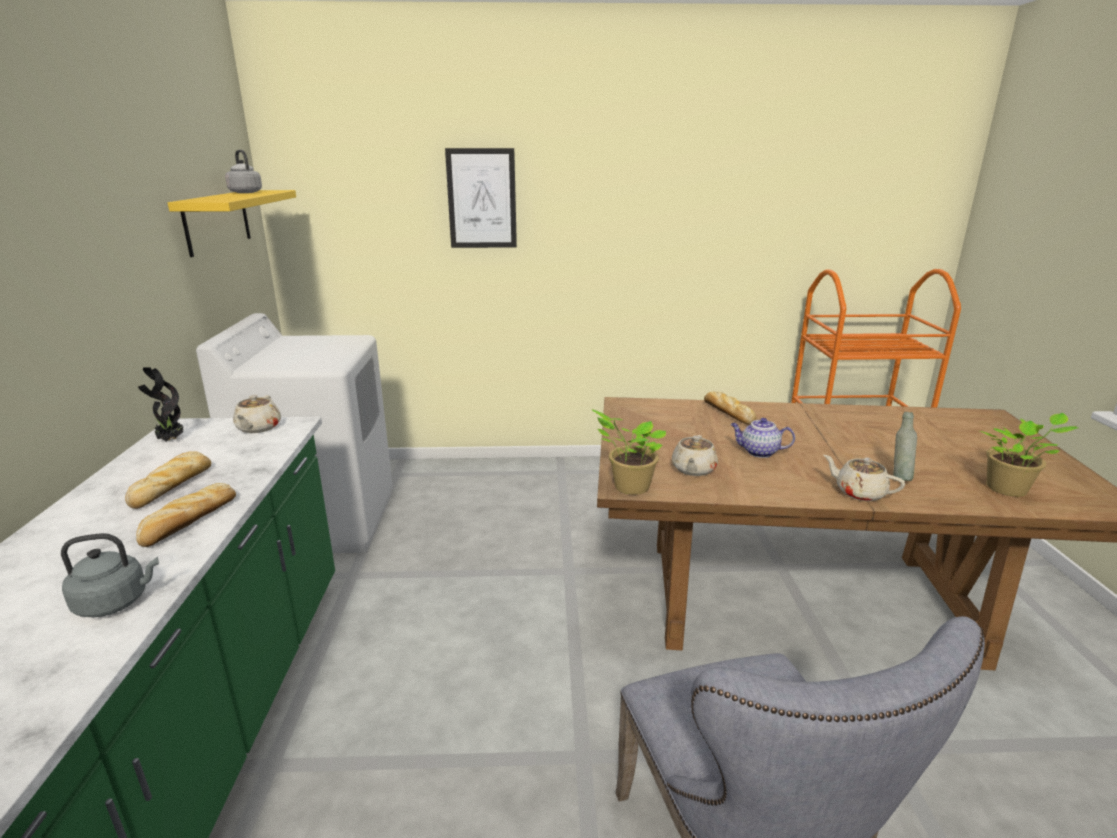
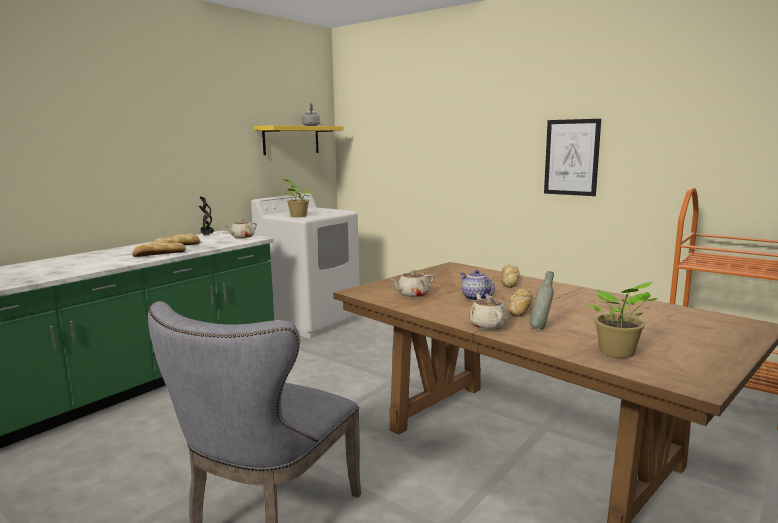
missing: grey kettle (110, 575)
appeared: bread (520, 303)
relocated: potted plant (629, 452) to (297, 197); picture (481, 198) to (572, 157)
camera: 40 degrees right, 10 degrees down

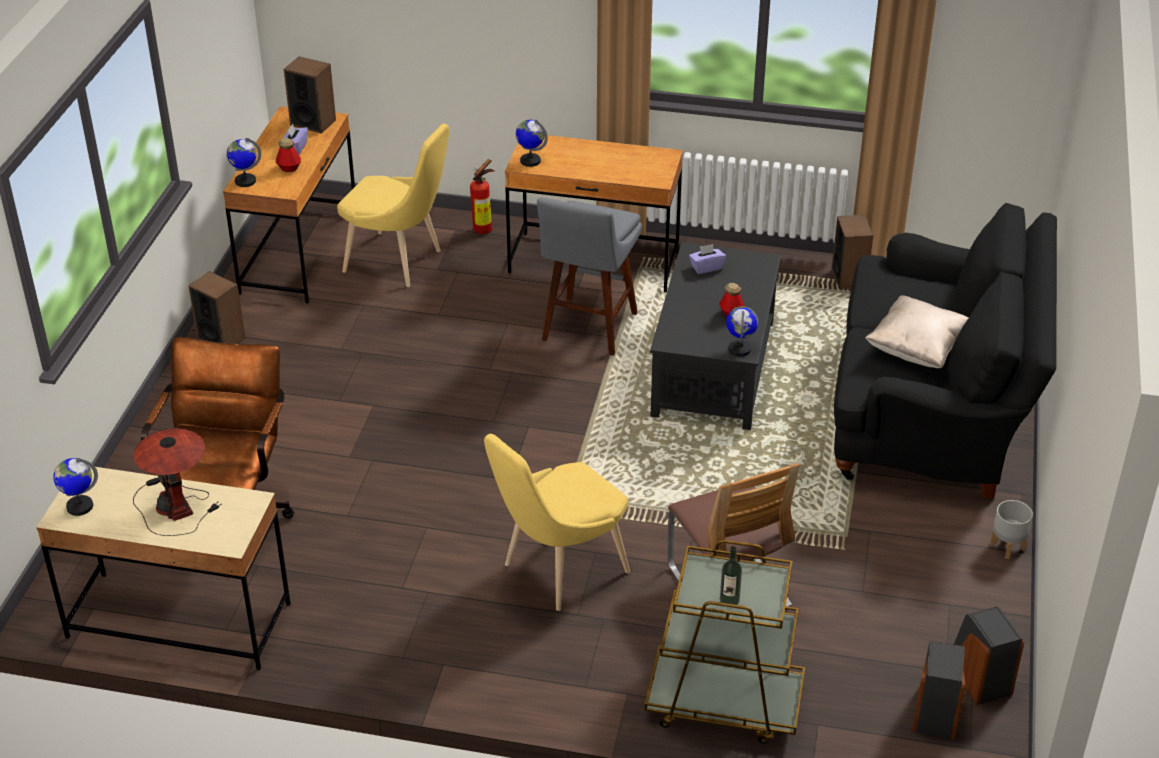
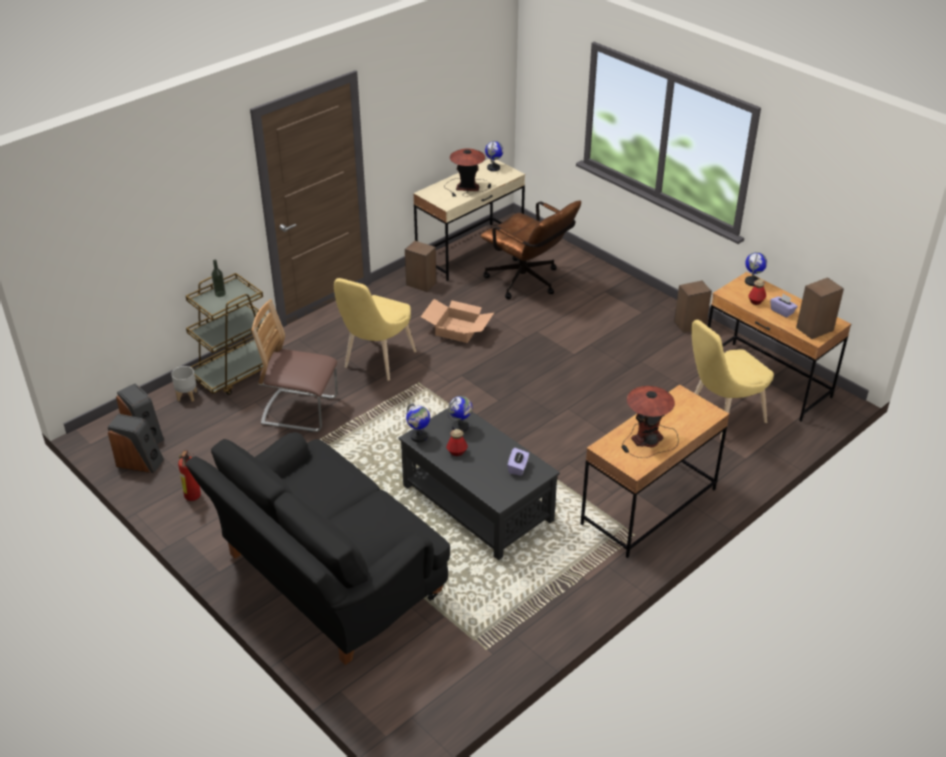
missing: grey stool (589, 276); beige pillow (917, 331)
appeared: cardboard box (457, 321); table lamp (650, 422)
relocated: grey planter (1011, 529) to (184, 384); fire extinguisher (482, 196) to (189, 475); speaker (852, 252) to (421, 266); globe (532, 143) to (459, 414)
spun: yellow chair (557, 522) = (375, 329) 150 degrees counterclockwise
camera: 125 degrees right, 0 degrees up

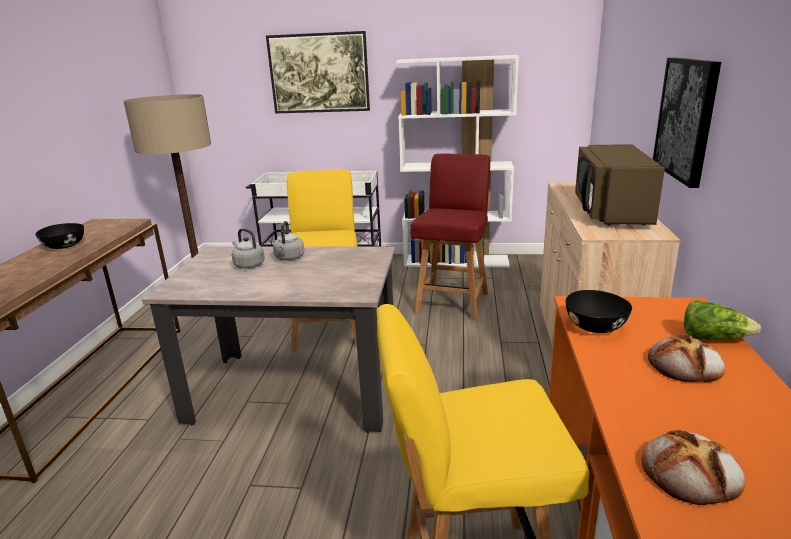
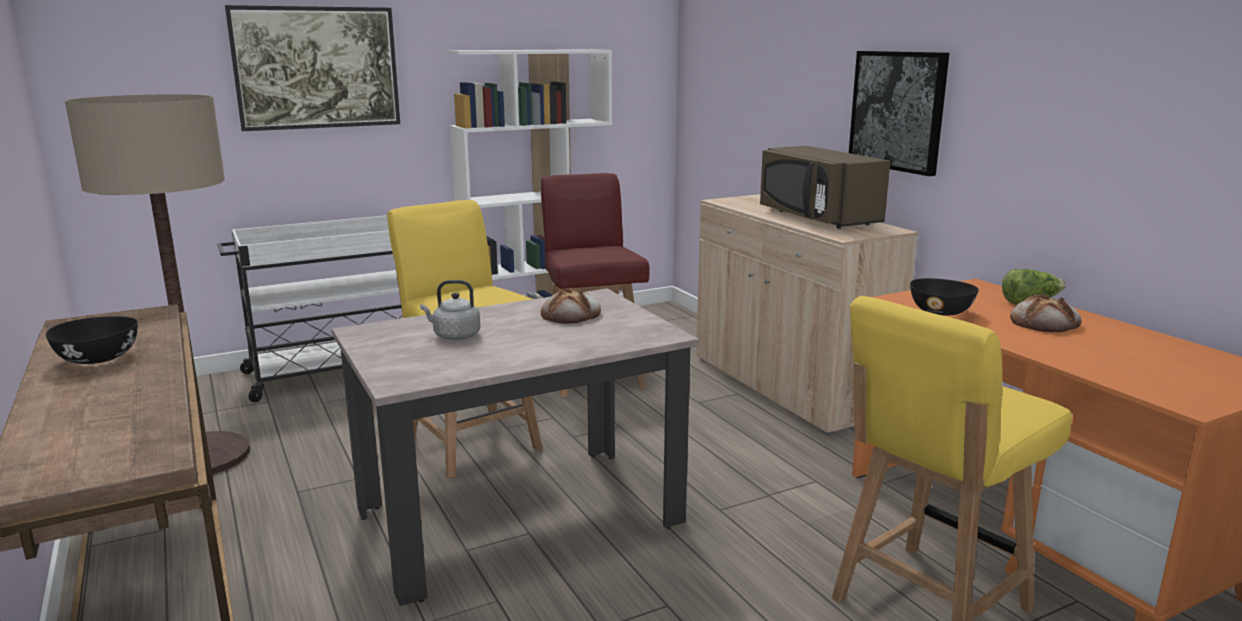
missing: grey kettle (288, 241)
relocated: bread (693, 467) to (571, 306)
camera: 35 degrees left, 5 degrees down

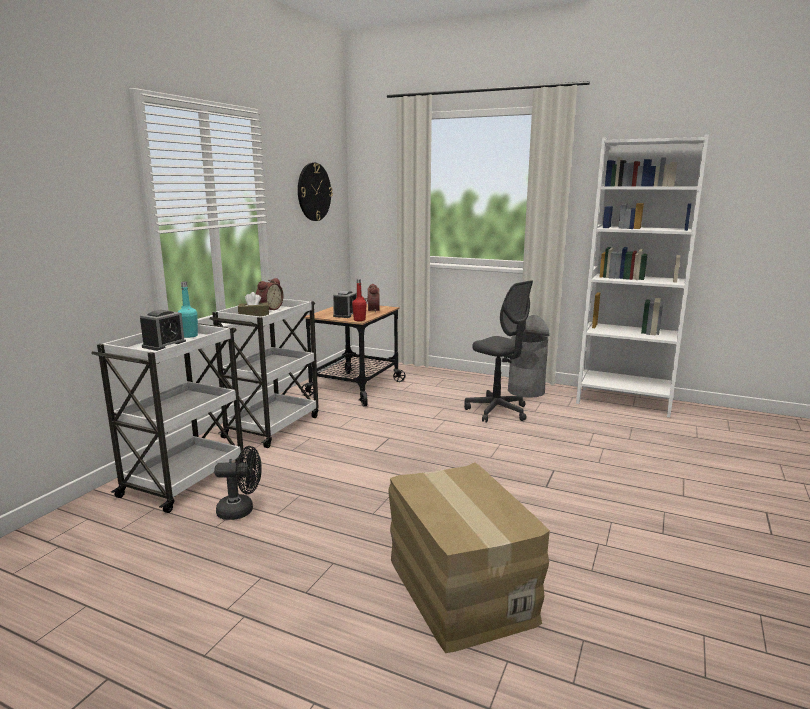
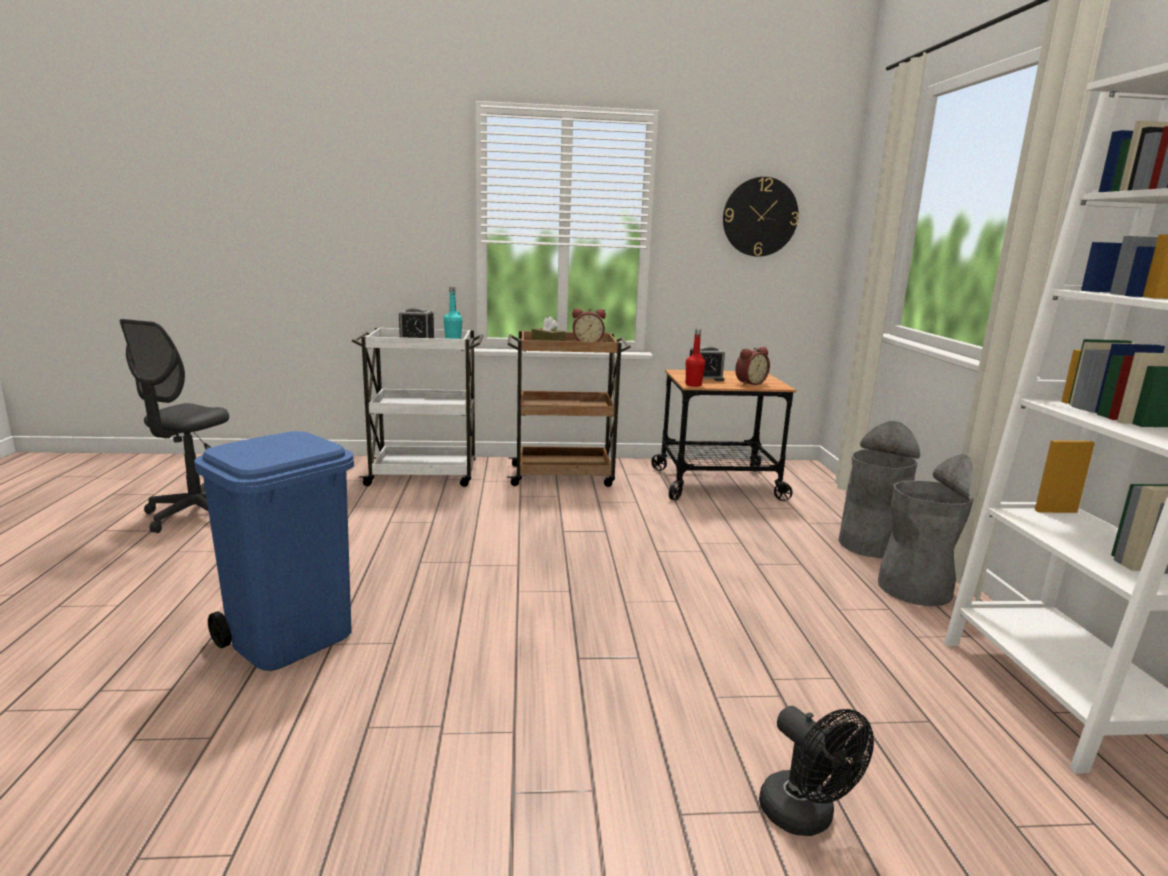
appeared: grey trash can (879, 489)
relocated: grey office chair (498, 351) to (174, 426); black fan (238, 483) to (816, 771)
exchanged: cardboard box (469, 558) to blue trash can (274, 551)
colour: white cart (264, 373) to brown cart (569, 409)
camera: 60 degrees right, 0 degrees up

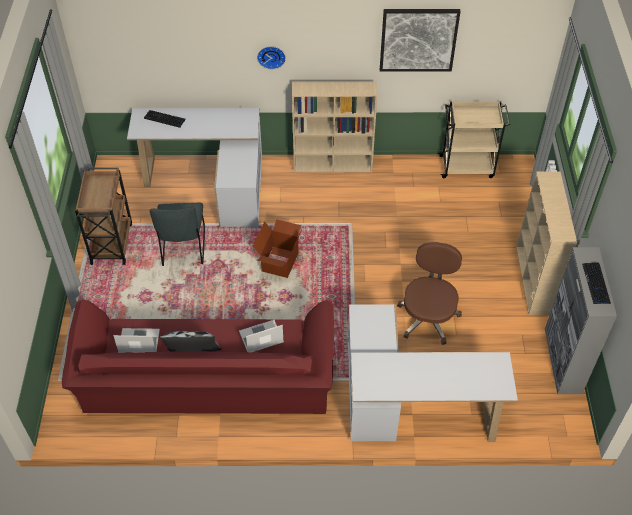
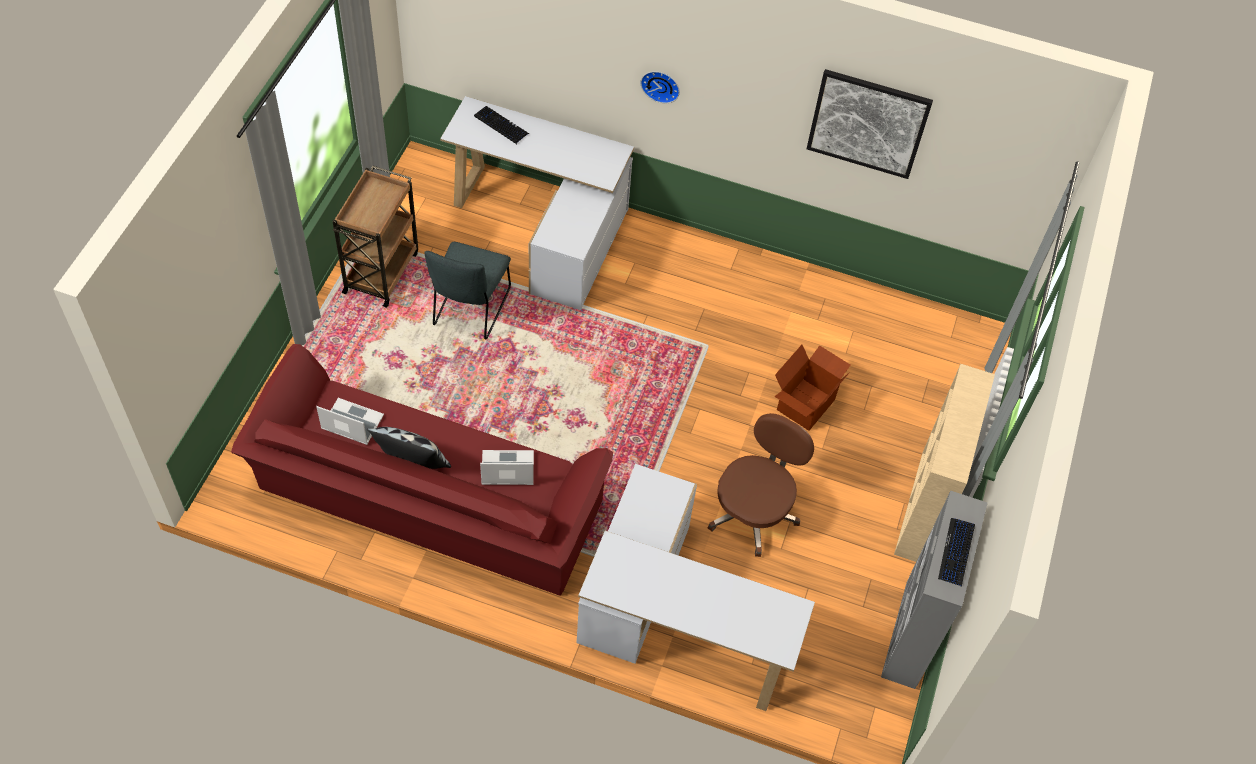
missing: beige bookcase (334, 126); beige cart (474, 139)
relocated: cardboard box (277, 248) to (812, 387)
camera: 15 degrees right, 5 degrees up

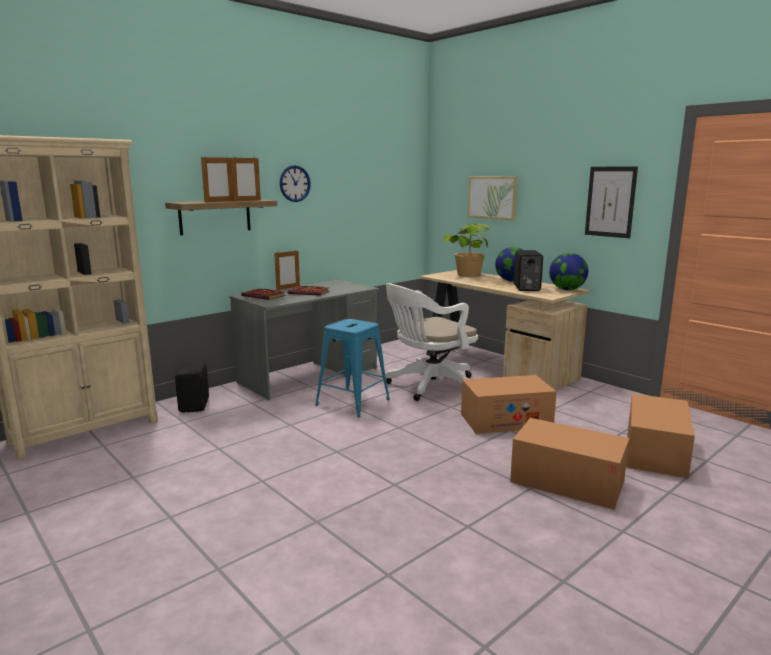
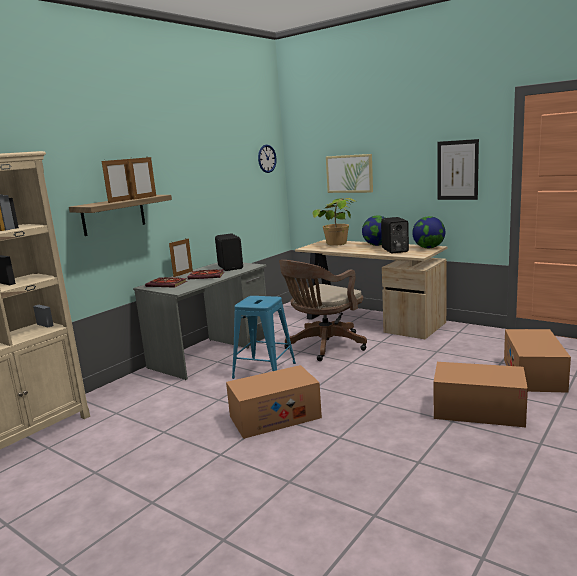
relocated: black speaker (192, 387) to (229, 252); cardboard box (509, 404) to (274, 402); wall clock (295, 183) to (267, 158)
colour: white office chair (432, 342) to brown office chair (323, 310)
camera: 10 degrees left, 0 degrees up

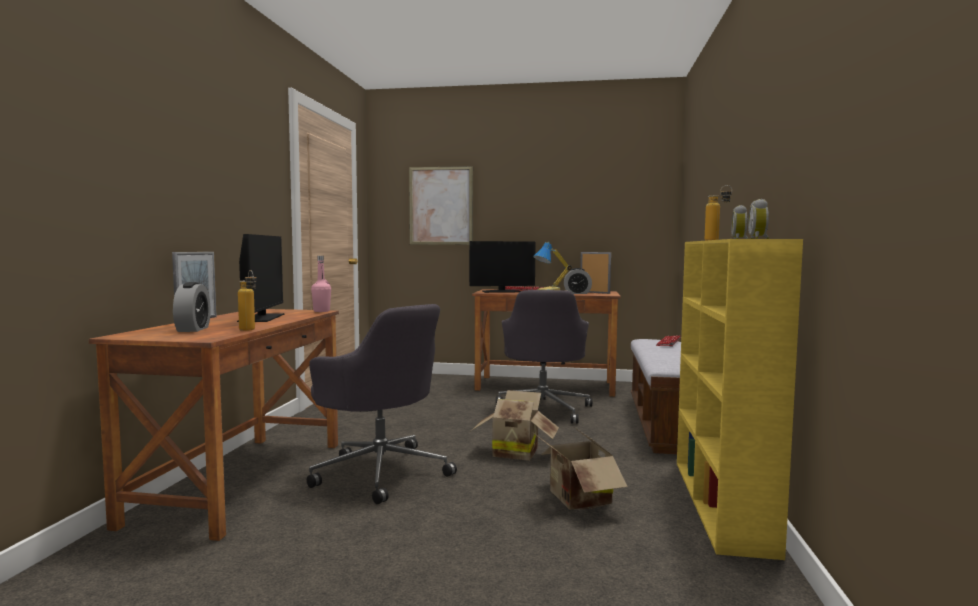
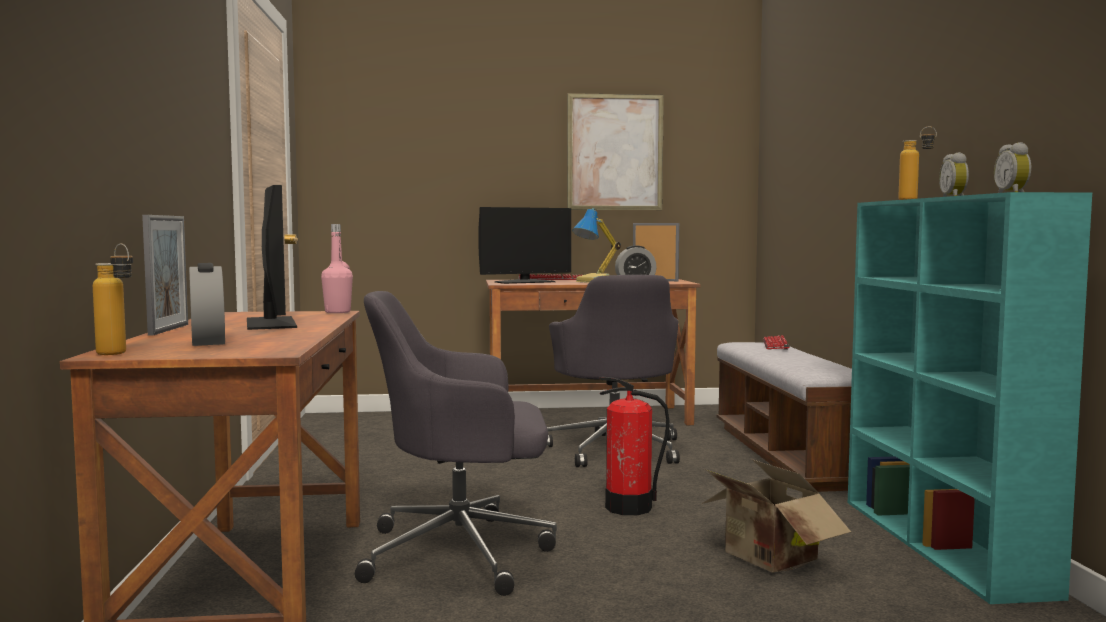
relocated: bottle (247, 300) to (113, 299); picture (441, 205) to (615, 151)
exchanged: cardboard box (515, 425) to fire extinguisher (634, 446)
colour: yellow bookcase (740, 399) to turquoise bookcase (970, 398)
spun: grey office chair (382, 404) = (456, 443) 150 degrees clockwise
camera: 15 degrees left, 0 degrees up

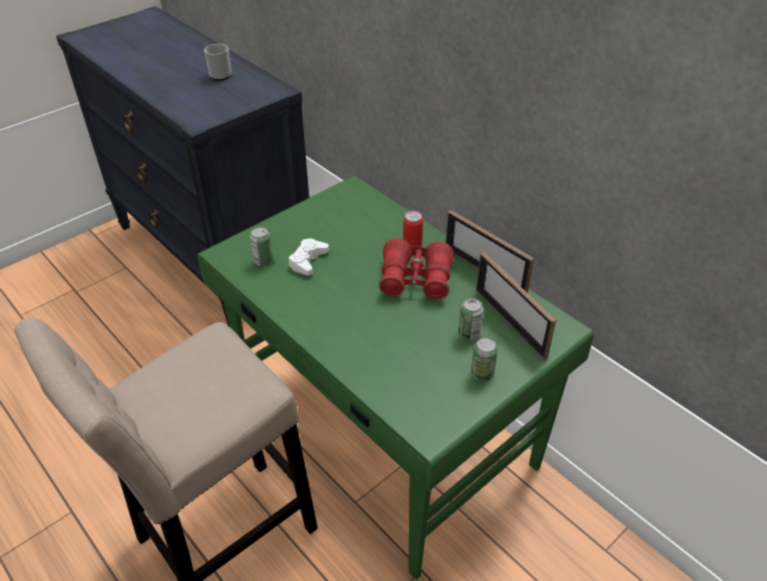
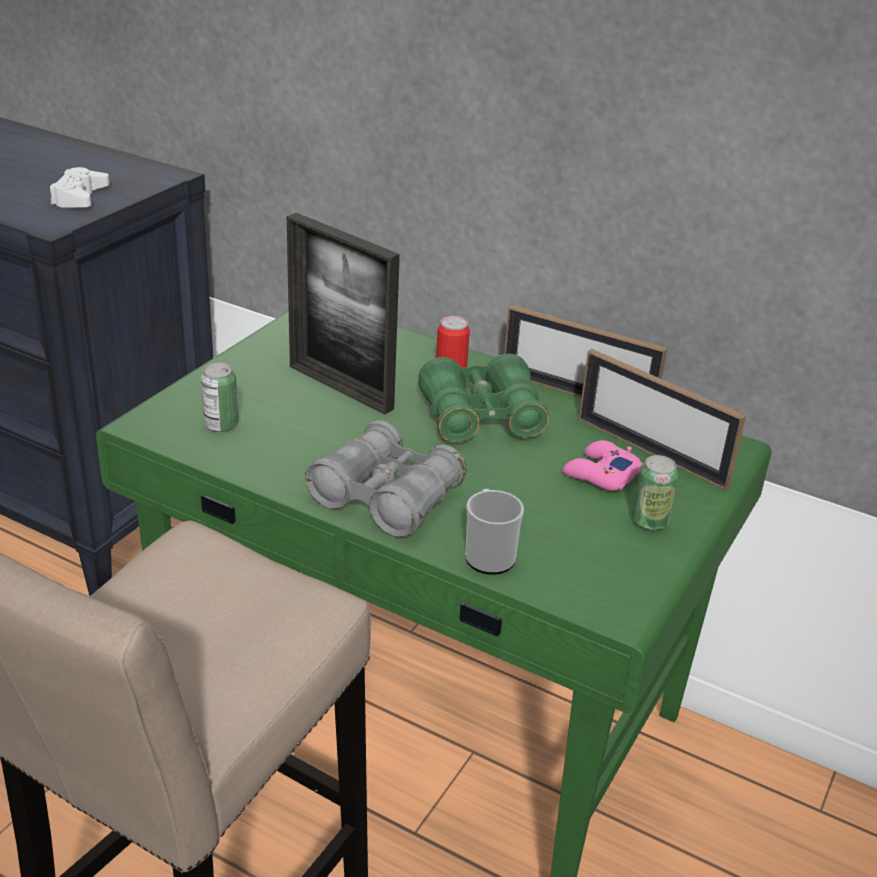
appeared: picture frame (343, 313); grey binoculars (386, 478)
relocated: white game controller (309, 257) to (80, 187); mug (217, 62) to (494, 532)
exchanged: can (470, 319) to pink game controller (602, 465)
colour: red binoculars (416, 269) to green binoculars (483, 398)
camera: 20 degrees left, 10 degrees down

